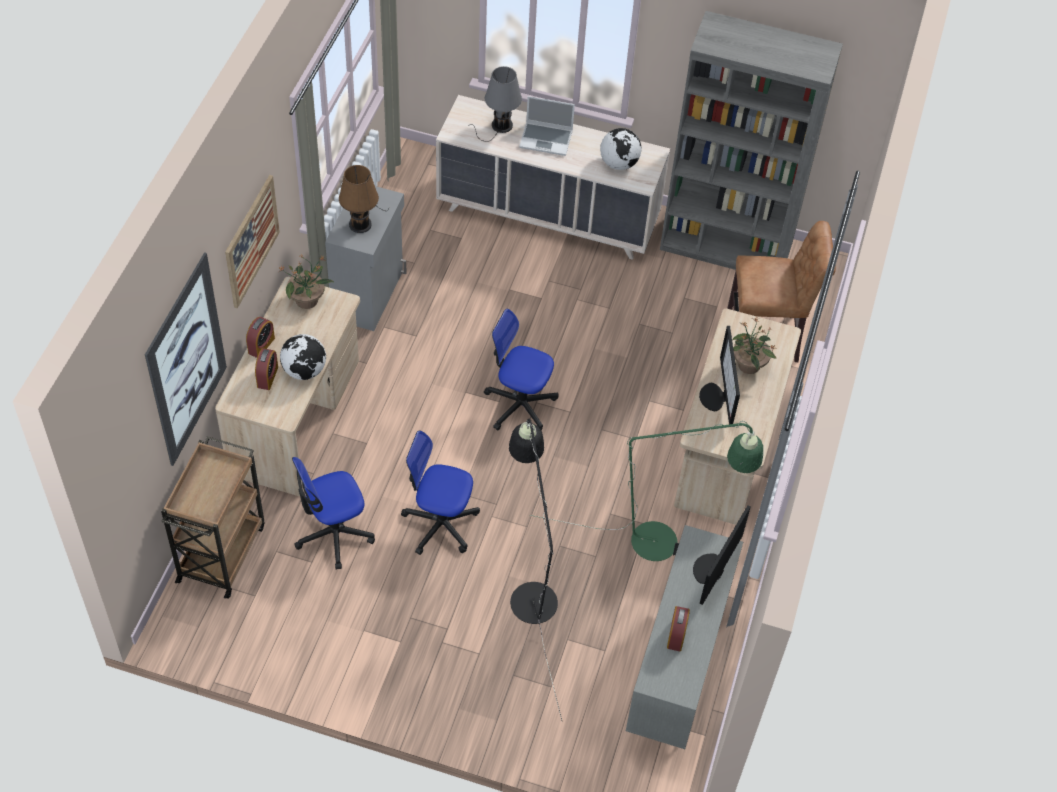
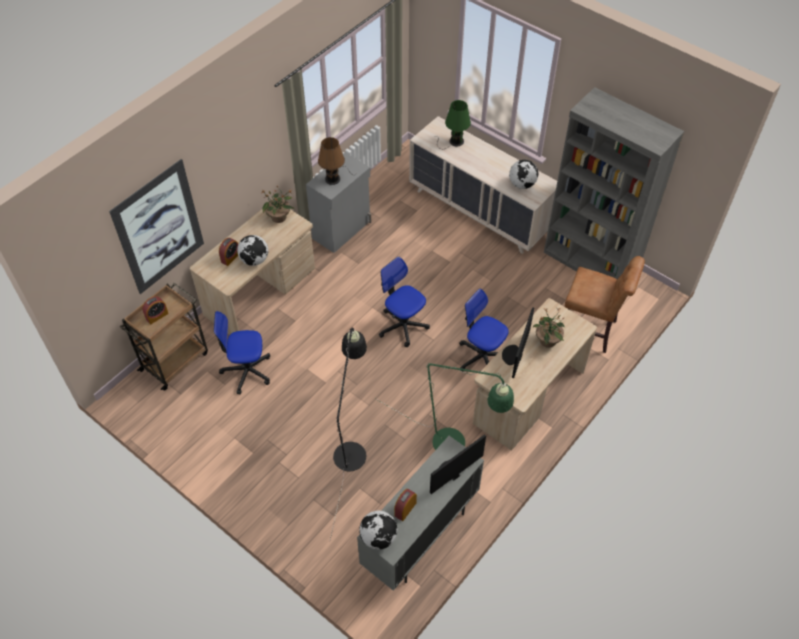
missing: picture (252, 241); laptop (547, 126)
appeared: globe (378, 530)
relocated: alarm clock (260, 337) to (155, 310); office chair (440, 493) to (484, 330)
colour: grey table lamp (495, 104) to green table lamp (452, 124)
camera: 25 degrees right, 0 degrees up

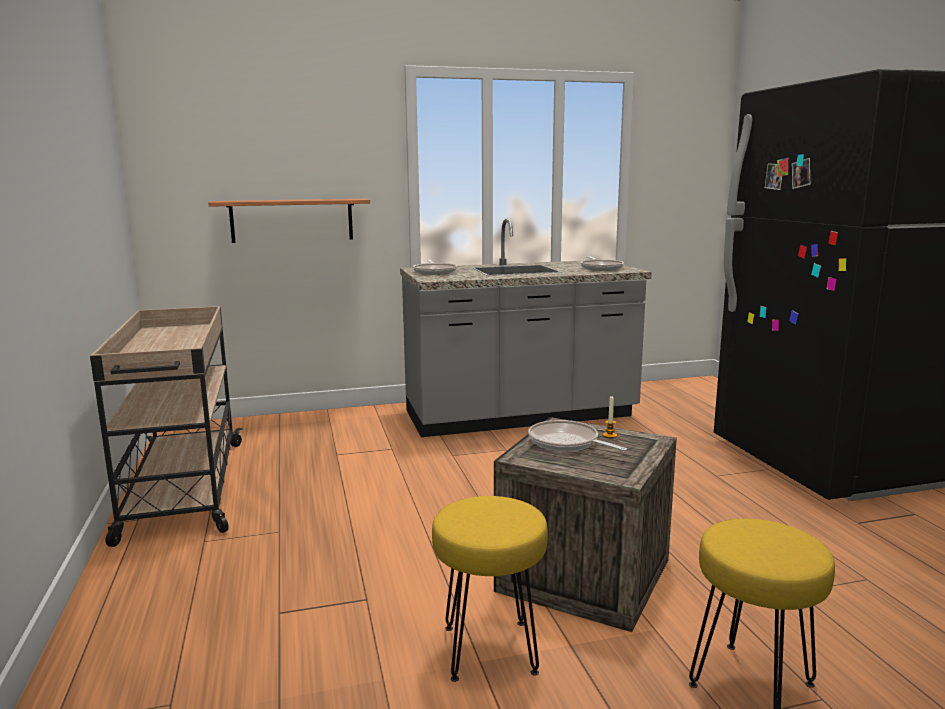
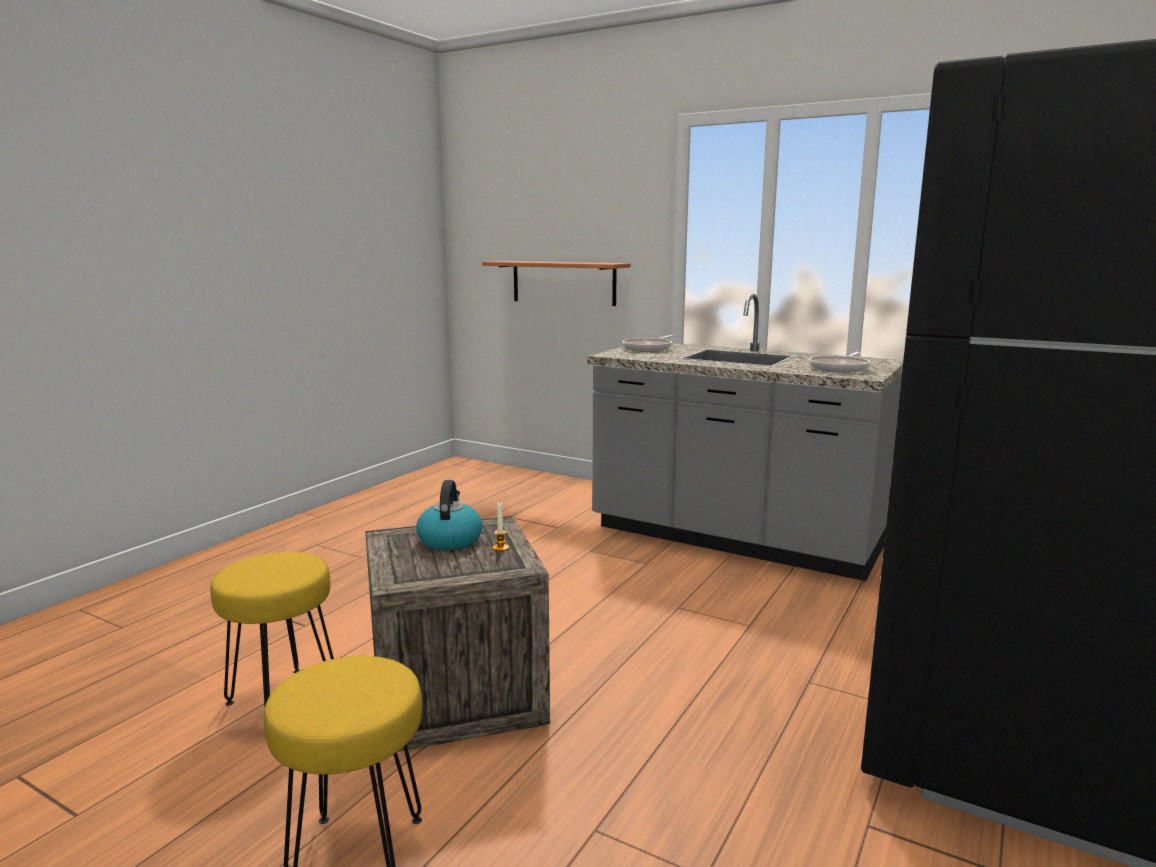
missing: beige cart (166, 426)
exchanged: frying pan (577, 436) to kettle (449, 515)
camera: 45 degrees right, 0 degrees up

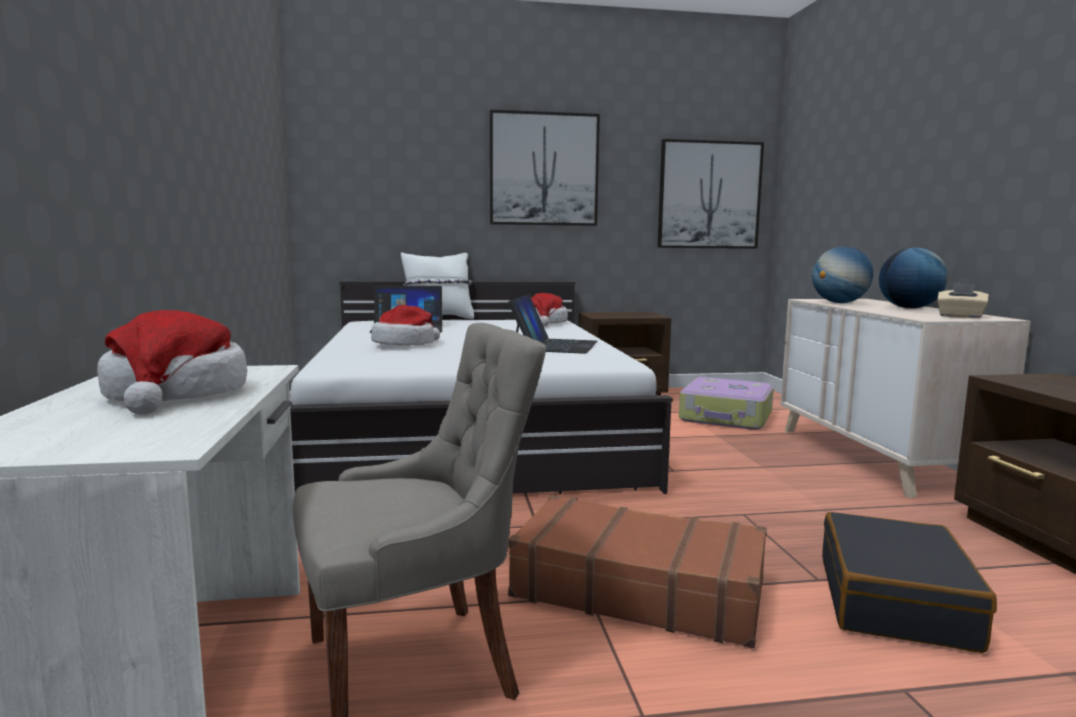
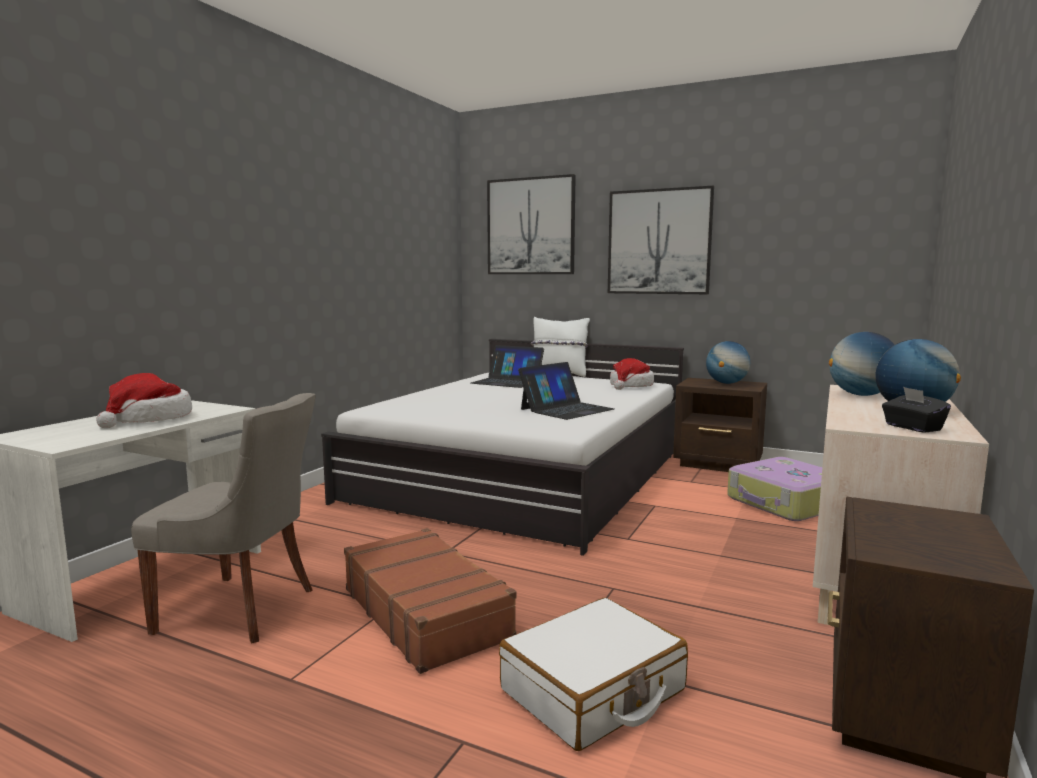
missing: hat (405, 325)
appeared: globe (728, 362)
relocated: picture (710, 194) to (531, 224)
colour: black suitcase (909, 582) to white suitcase (593, 674); beige tissue box (963, 300) to black tissue box (916, 410)
camera: 35 degrees right, 0 degrees up

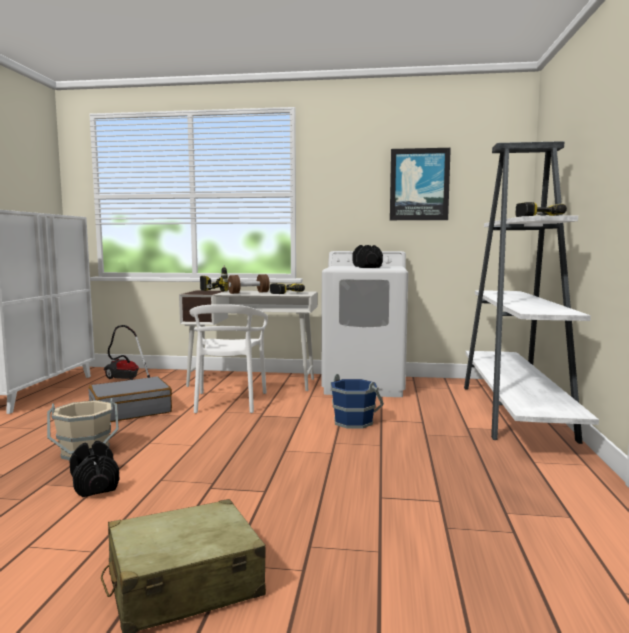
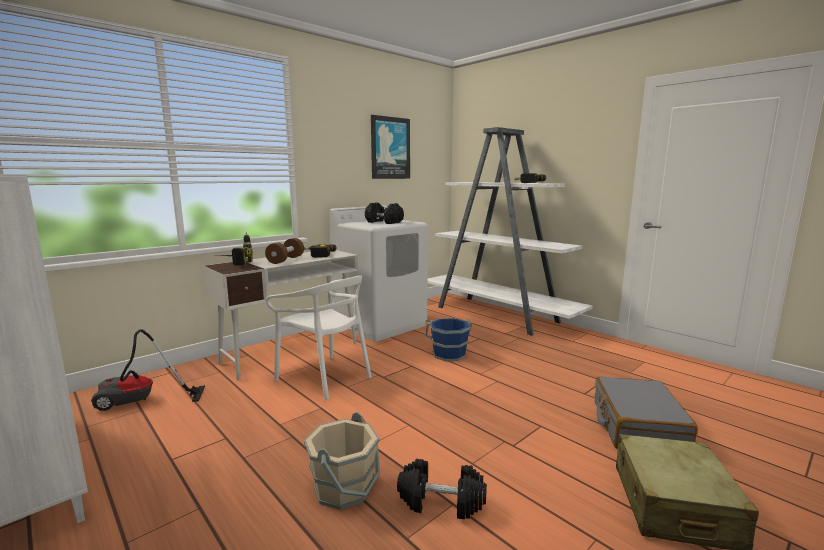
relocated: grey suitcase (130, 399) to (646, 413)
camera: 50 degrees left, 5 degrees up

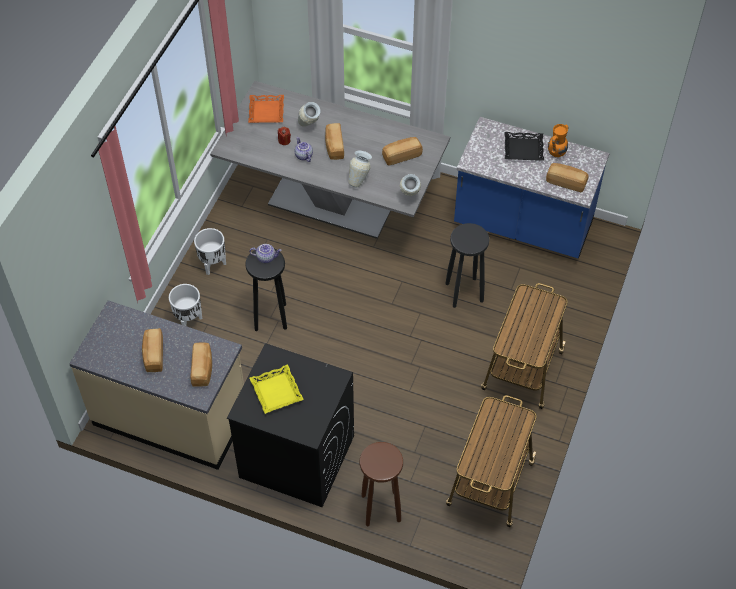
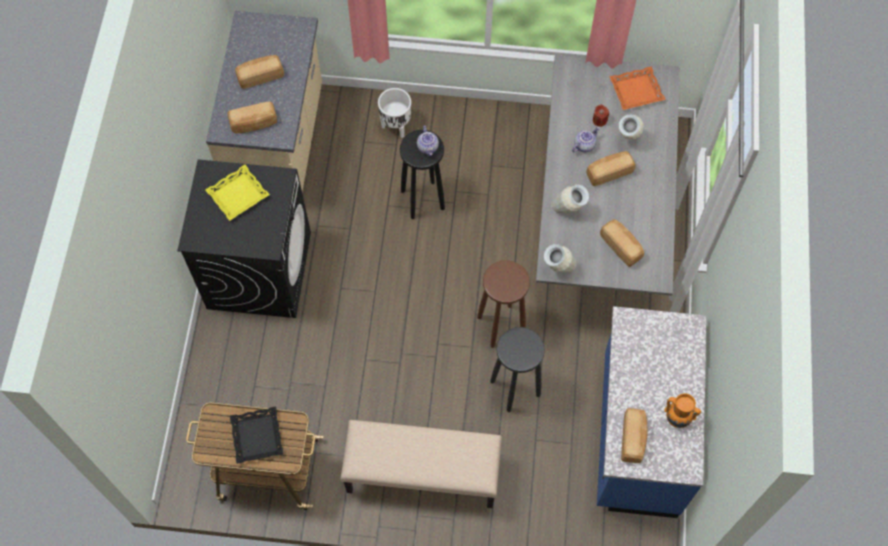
missing: white planter (210, 251)
relocated: black tray (524, 146) to (256, 435); brown stool (381, 484) to (503, 304)
exchanged: cart (524, 346) to beige bench (421, 464)
camera: 75 degrees right, 10 degrees up

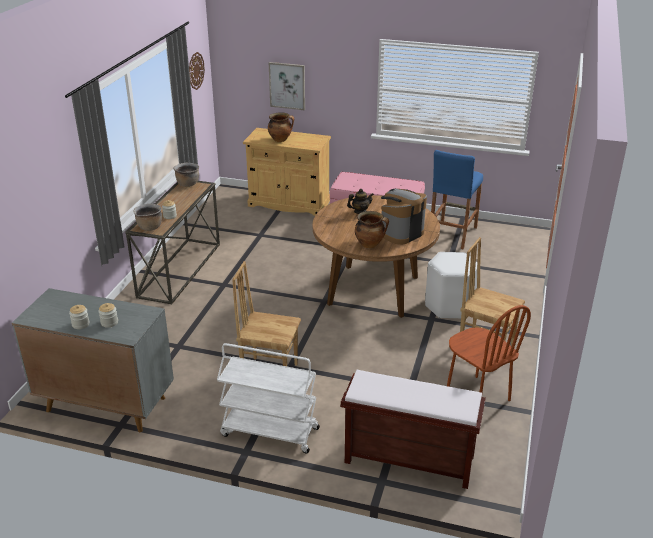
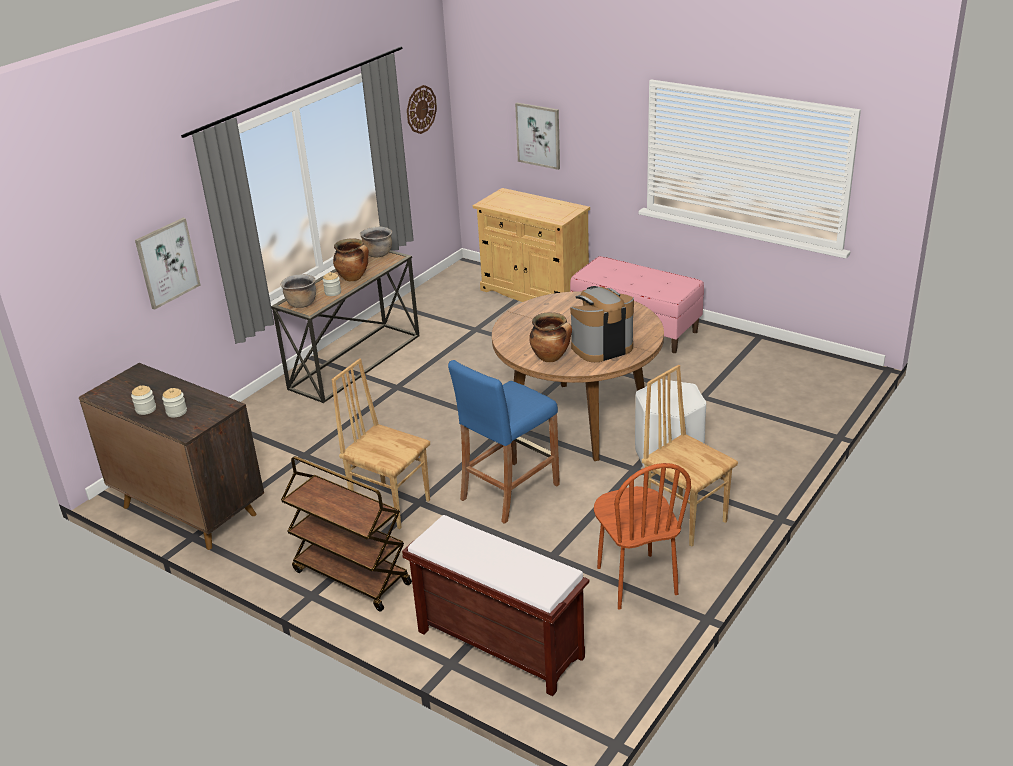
missing: teapot (360, 201)
appeared: picture (167, 264)
relocated: cooking pot (281, 127) to (351, 259); blue stool (457, 199) to (504, 442)
colour: grey cabinet (93, 360) to brown cabinet (171, 456); white cart (268, 398) to brown cart (346, 533)
camera: 20 degrees right, 0 degrees up

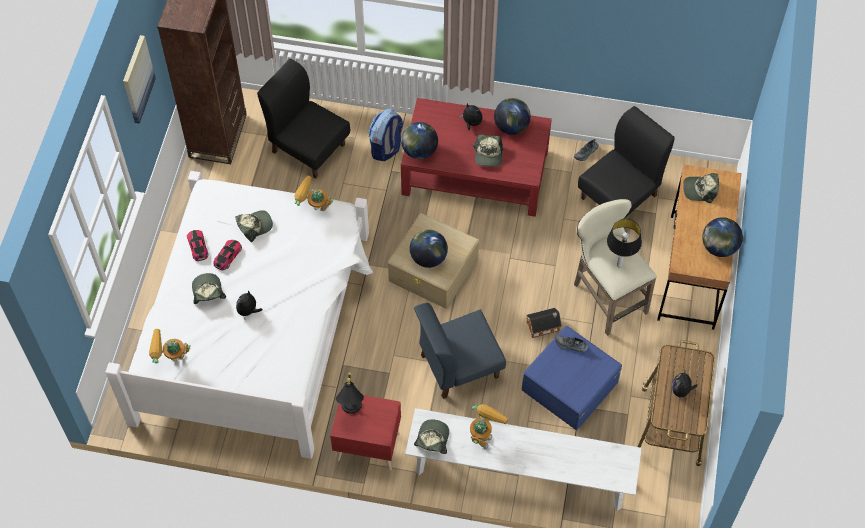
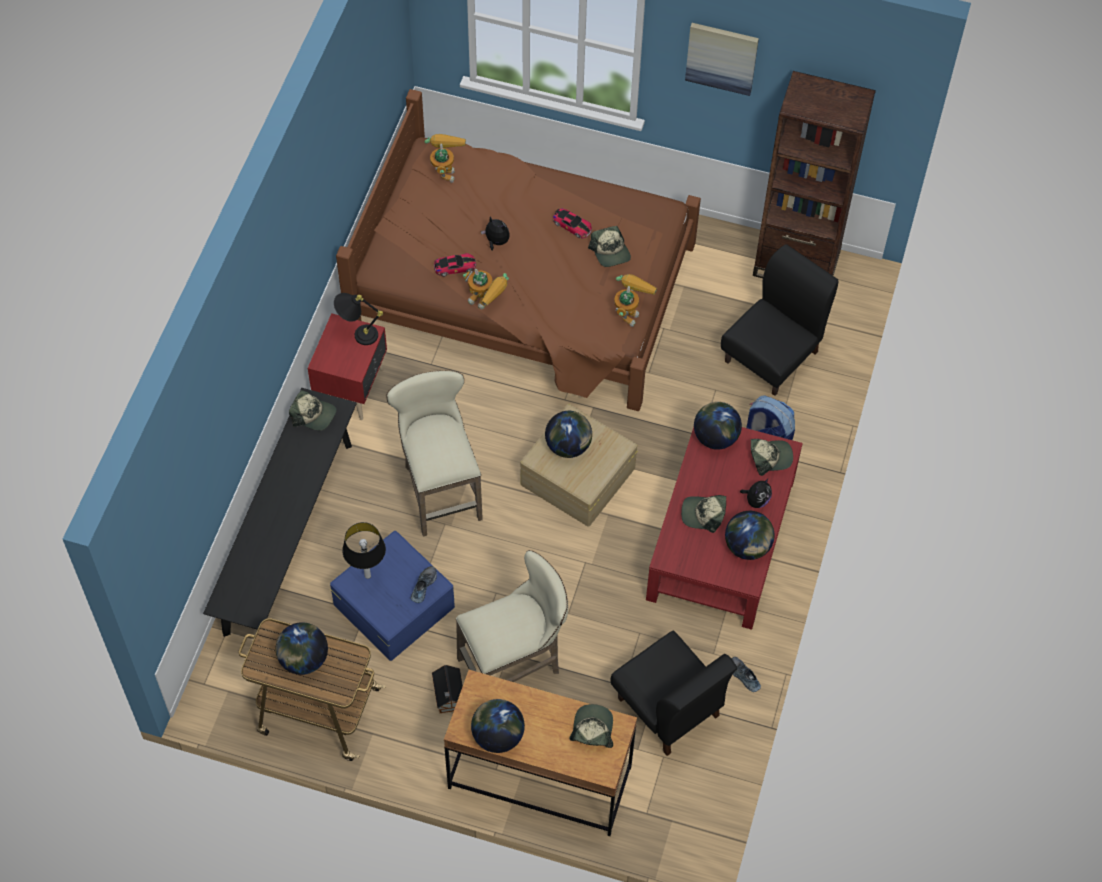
relocated: table lamp (624, 243) to (364, 550); toy house (544, 323) to (447, 689); toy car (198, 245) to (455, 265); toy robot (489, 426) to (486, 289); cap (209, 288) to (772, 457)
exchanged: plush toy (685, 386) to globe (301, 648); blue chair (460, 351) to beige stool (434, 454)
colour: white bench (523, 459) to black bench (280, 518); white bed (239, 315) to brown bed (518, 250)
camera: 95 degrees right, 0 degrees up

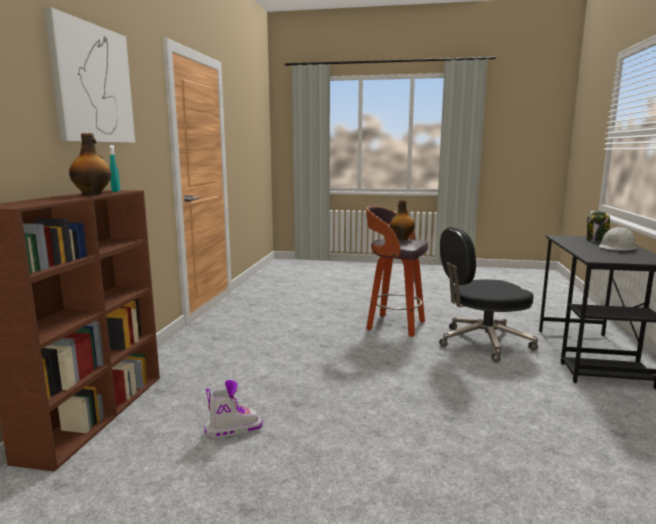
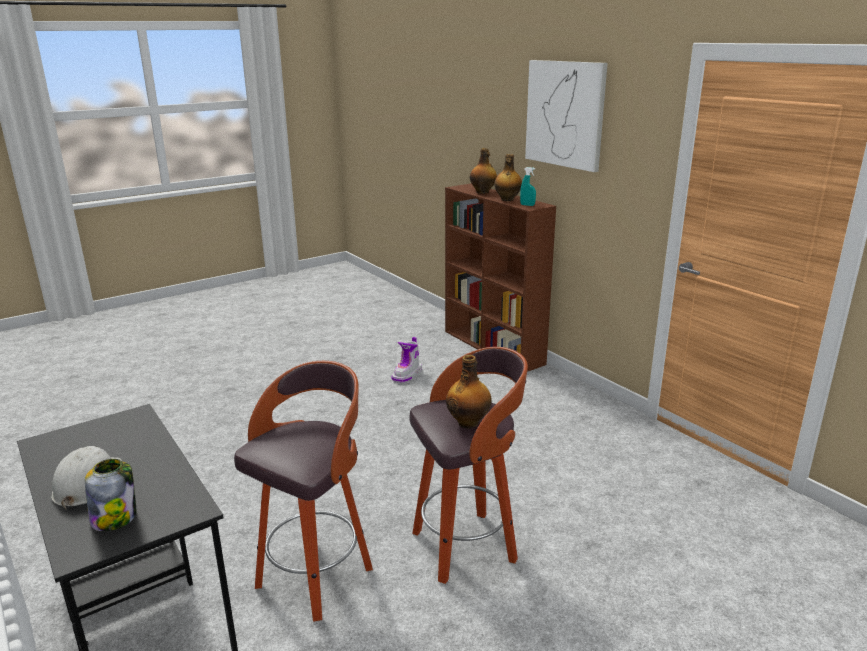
appeared: bottle (483, 171)
exchanged: black office chair (488, 294) to stool (303, 491)
camera: 135 degrees right, 10 degrees up

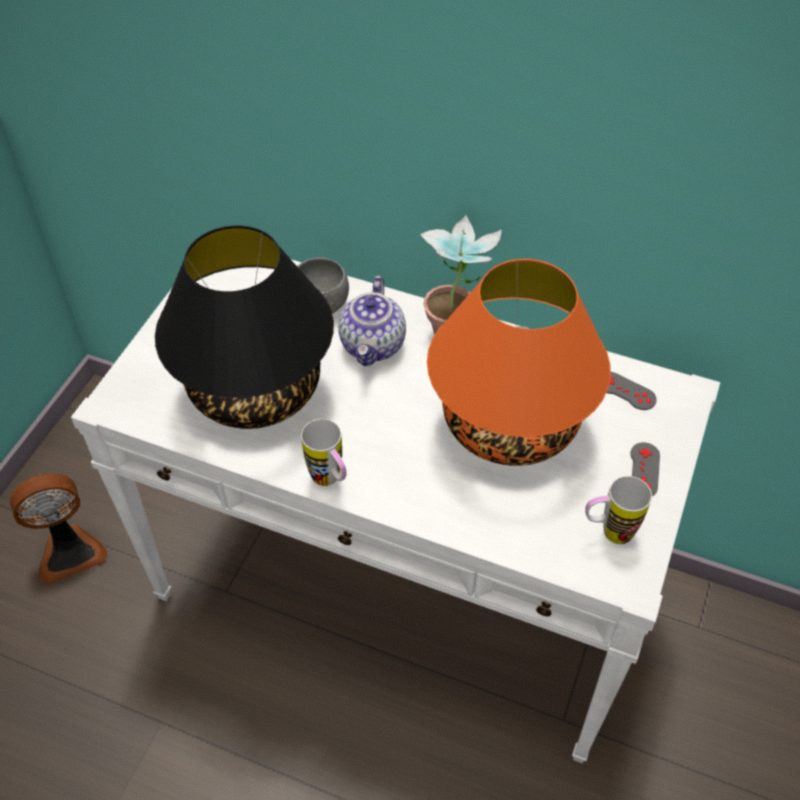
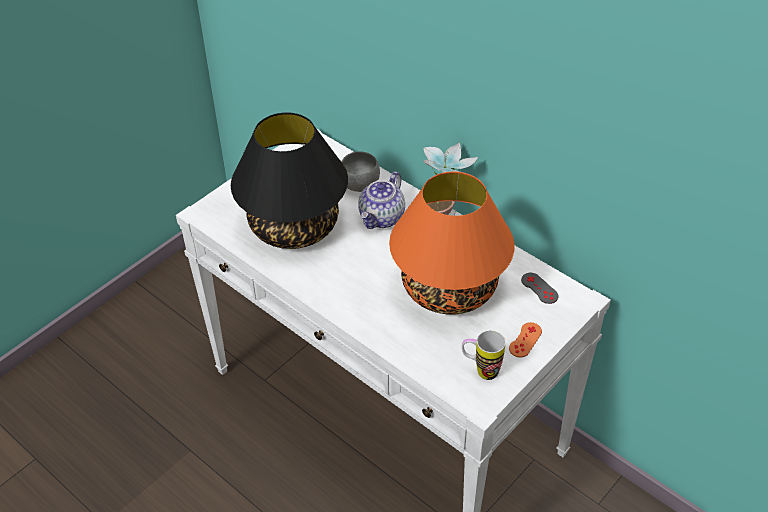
missing: fan (58, 528); mug (324, 452)
colour: grey game controller (645, 469) to orange game controller (525, 339)
camera: 20 degrees right, 5 degrees down

